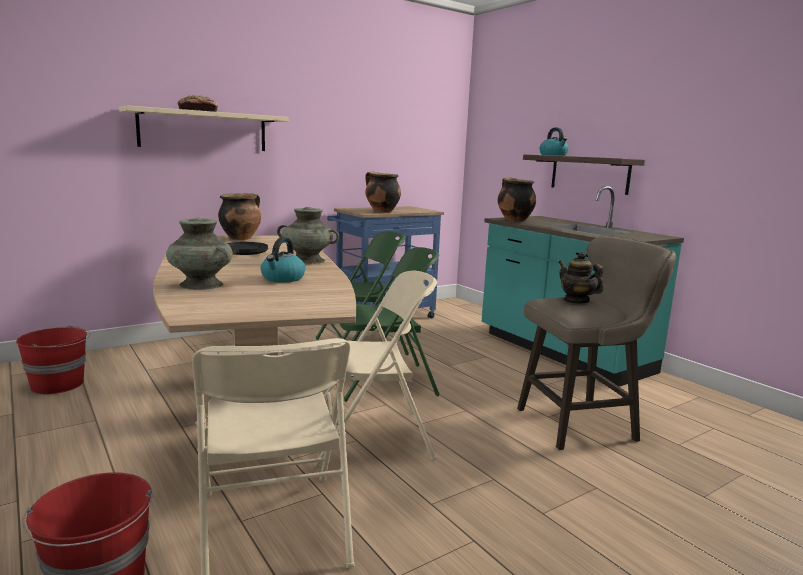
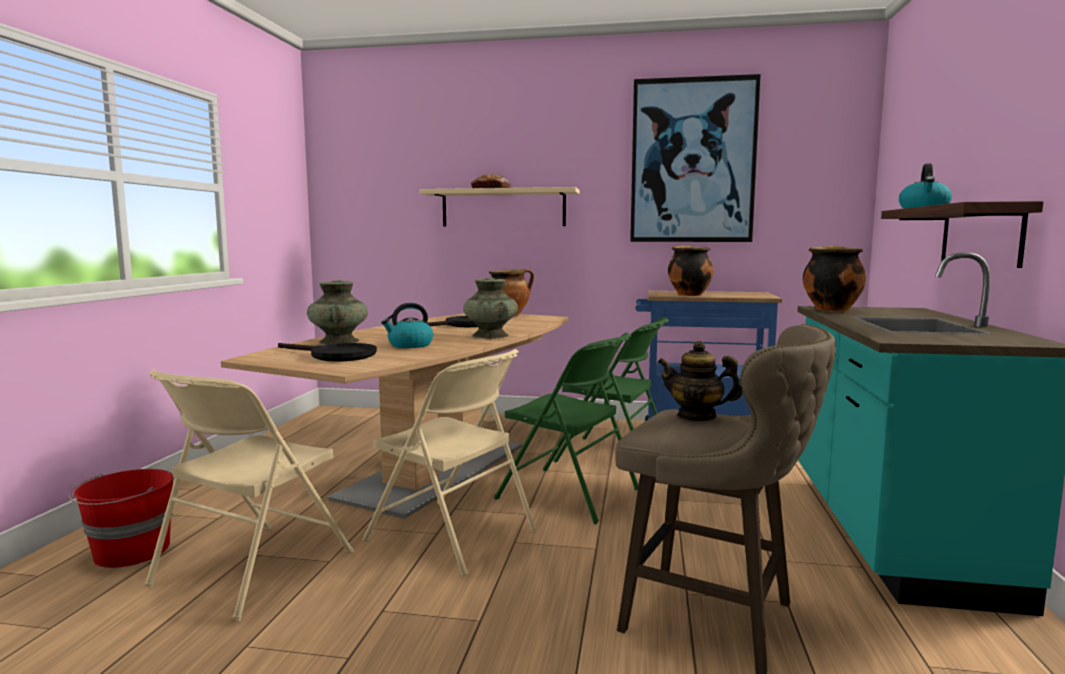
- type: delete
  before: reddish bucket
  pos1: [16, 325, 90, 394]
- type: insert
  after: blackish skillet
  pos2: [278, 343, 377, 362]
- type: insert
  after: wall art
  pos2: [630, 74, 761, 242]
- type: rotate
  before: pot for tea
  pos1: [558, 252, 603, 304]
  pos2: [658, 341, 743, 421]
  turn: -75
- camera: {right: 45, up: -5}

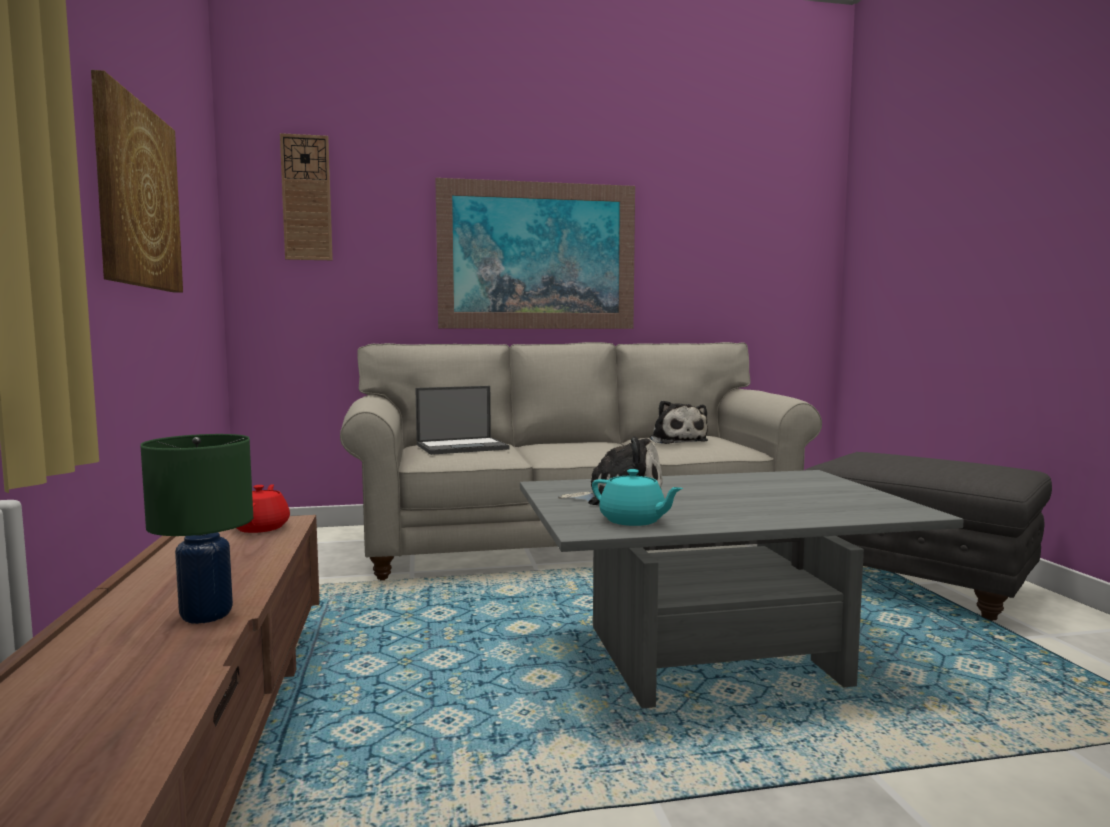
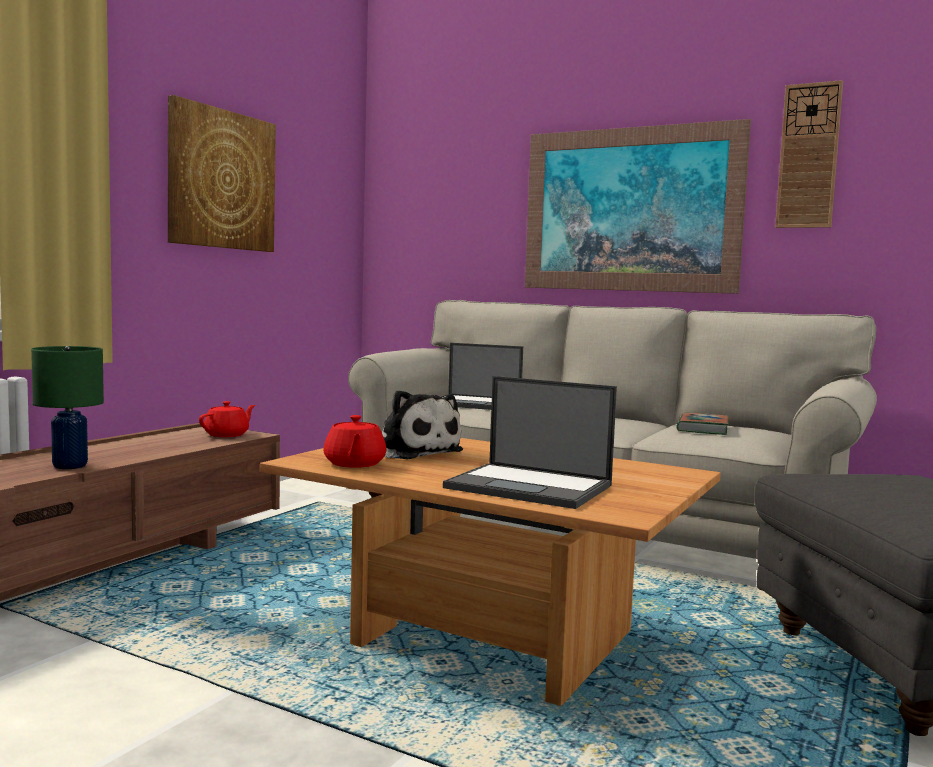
- type: insert
  after: notebook computer
  pos2: [443, 376, 617, 509]
- type: move
  before: wall clock
  pos1: [280, 133, 333, 260]
  pos2: [775, 80, 843, 228]
- type: replace
  before: cuddly toy
  after: bound book
  pos1: [650, 400, 708, 444]
  pos2: [676, 413, 729, 435]
- type: recolor
  before: greyish lounge table
  after: brown-coloured lounge table
  pos1: [520, 470, 964, 709]
  pos2: [260, 438, 721, 706]
- type: recolor
  before: turquoise-coloured pot for tea
  after: reddish pot for tea
  pos1: [592, 469, 683, 526]
  pos2: [323, 415, 386, 468]
- camera: {right: 40, up: 0}

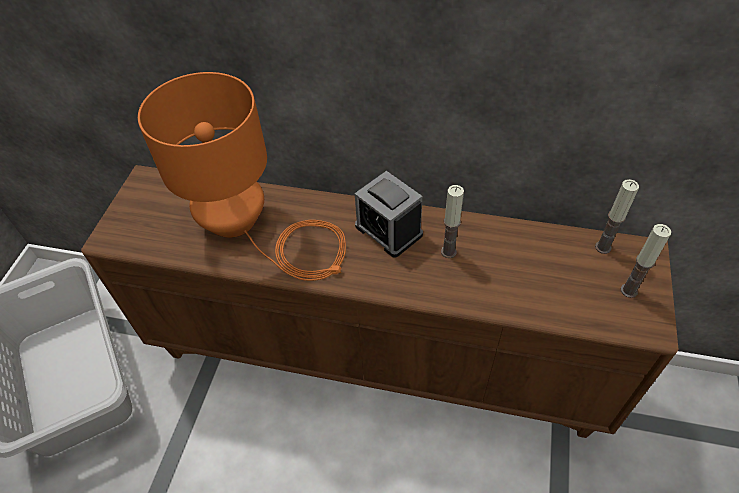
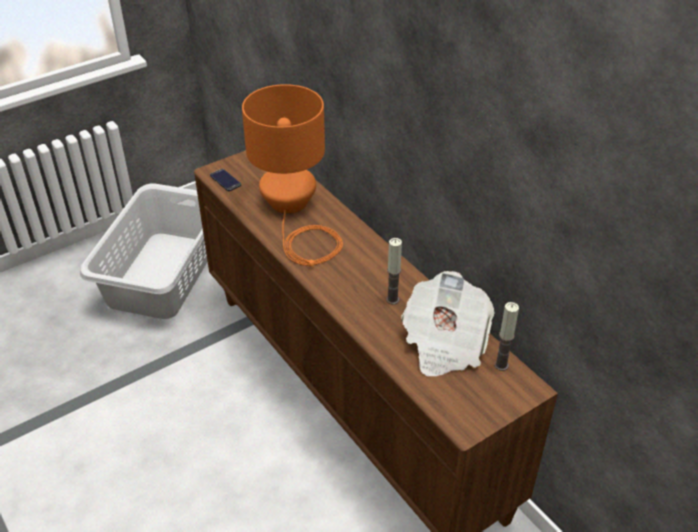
- type: delete
  before: table clock
  pos1: [355, 171, 423, 258]
- type: delete
  before: wax light
  pos1: [621, 224, 671, 298]
- type: insert
  after: handset
  pos2: [210, 169, 241, 191]
- type: insert
  after: daily paper
  pos2: [401, 271, 495, 377]
- camera: {right: 40, up: -10}

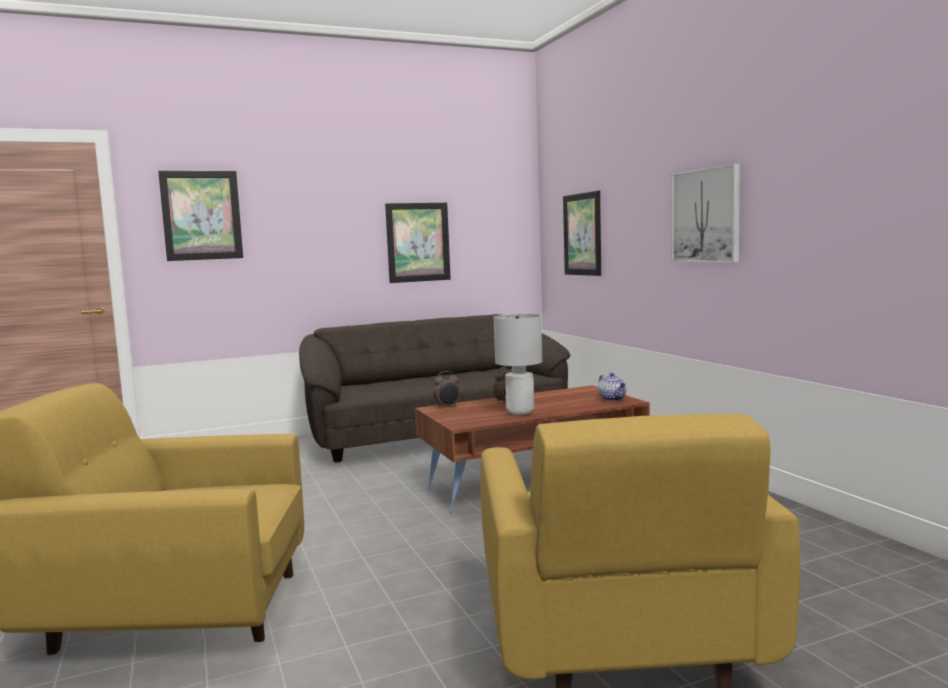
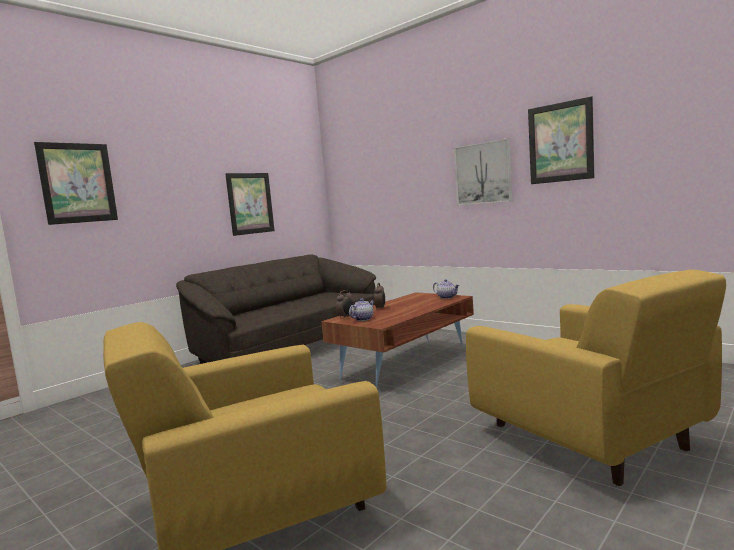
- type: delete
  before: greyish table lamp
  pos1: [494, 314, 542, 415]
- type: insert
  after: pot for tea
  pos2: [349, 298, 374, 321]
- type: move
  before: wall art
  pos1: [563, 190, 601, 276]
  pos2: [528, 96, 594, 184]
- camera: {right: -25, up: 0}

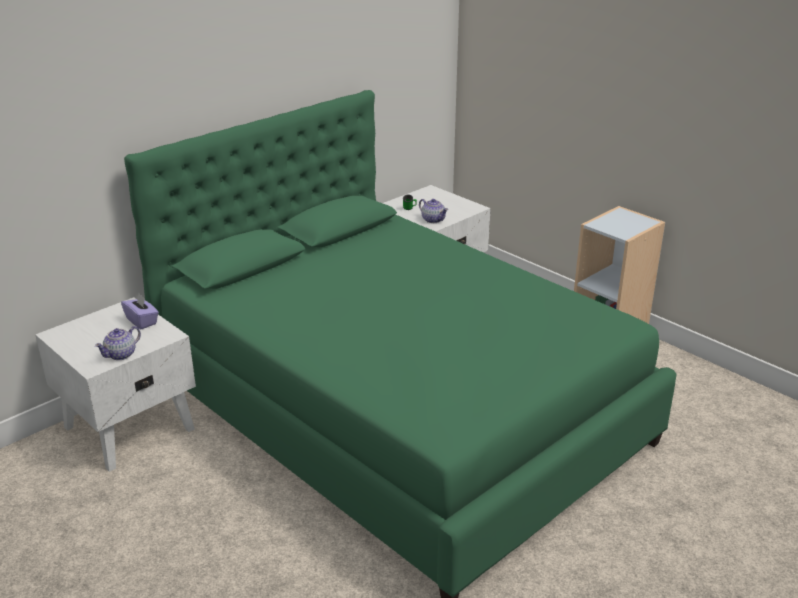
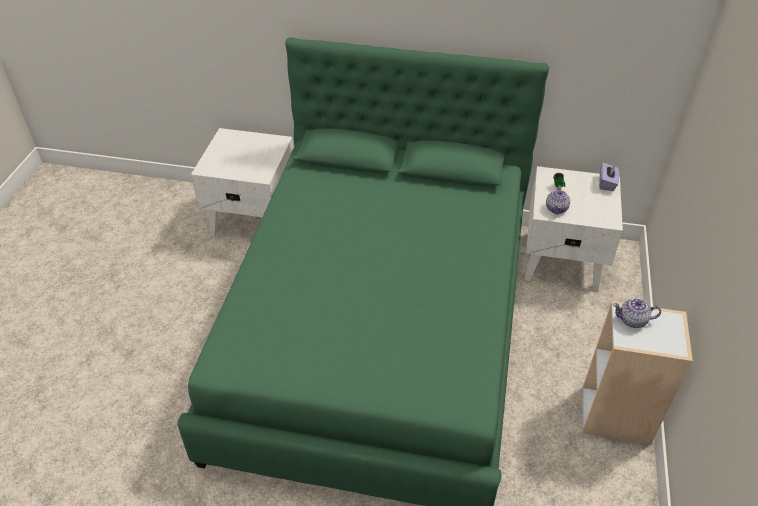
- type: move
  before: pot for tea
  pos1: [95, 326, 141, 360]
  pos2: [613, 298, 661, 328]
- type: move
  before: purple-coloured tissue box
  pos1: [121, 293, 159, 329]
  pos2: [599, 162, 619, 191]
- camera: {right: 55, up: 15}

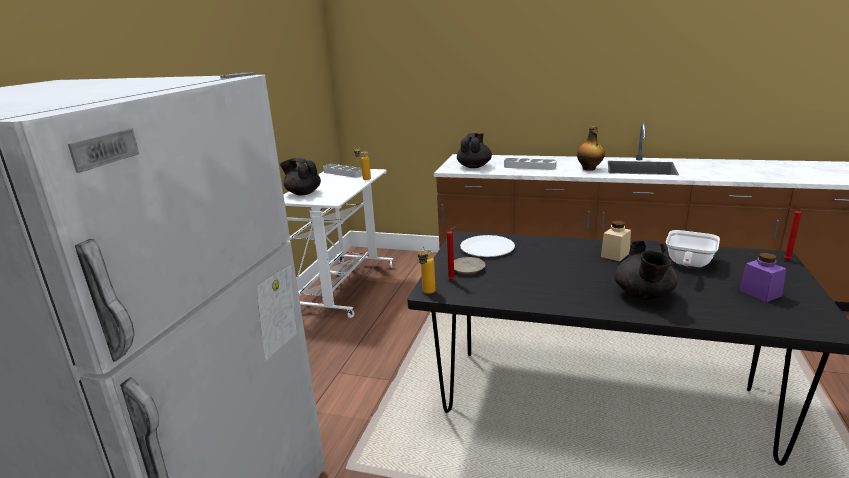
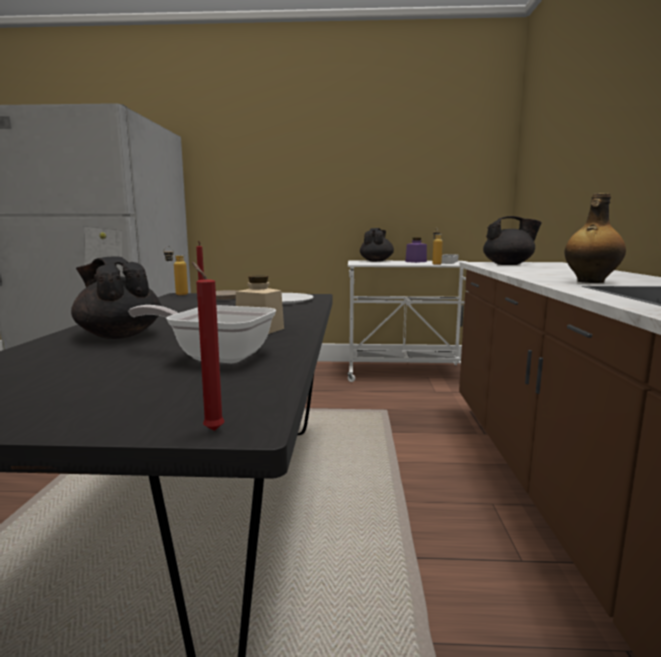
- type: delete
  before: greyish serving tray
  pos1: [504, 158, 557, 170]
- type: move
  before: purple-coloured jar
  pos1: [739, 253, 786, 302]
  pos2: [405, 238, 427, 263]
- type: rotate
  before: blackish pot for tea
  pos1: [614, 240, 677, 300]
  pos2: [71, 256, 161, 339]
  turn: 45
- camera: {right: 75, up: -10}

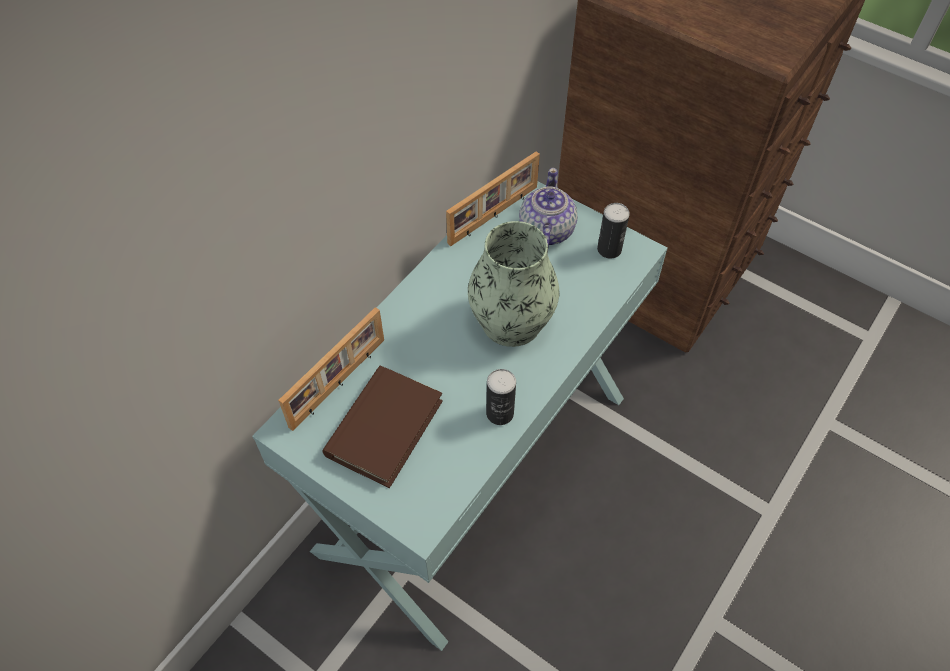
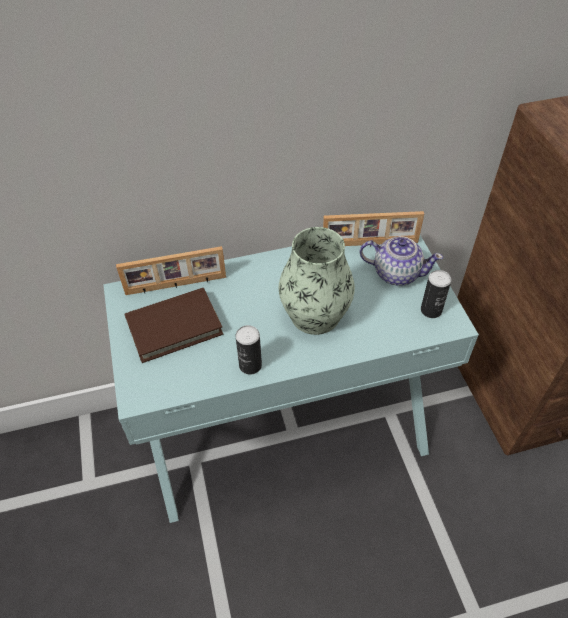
- type: rotate
  before: pot for tea
  pos1: [519, 168, 577, 253]
  pos2: [360, 236, 443, 286]
  turn: 60
- camera: {right: 40, up: -5}

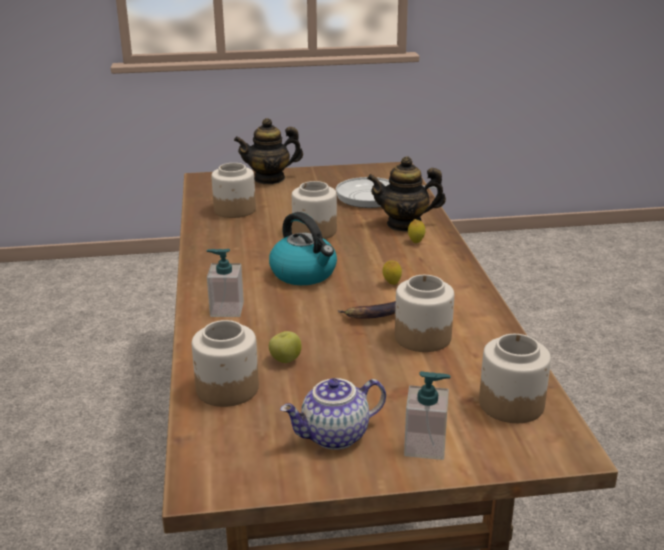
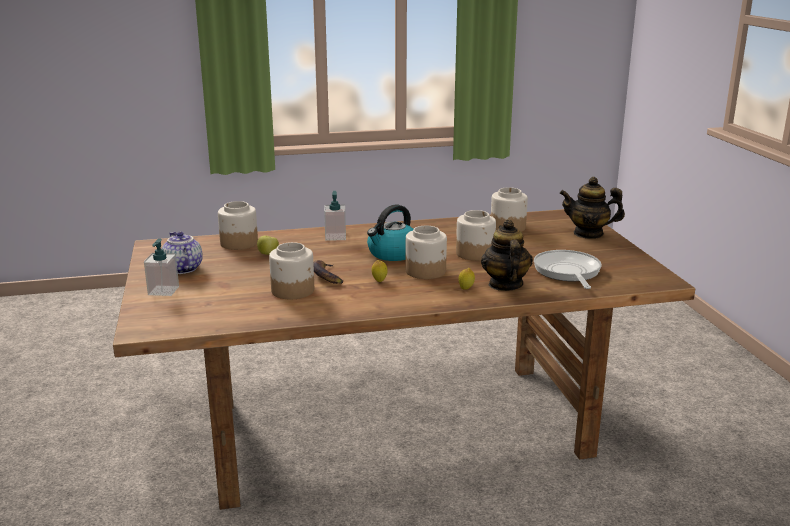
- type: move
  before: jar
  pos1: [479, 334, 551, 423]
  pos2: [405, 226, 447, 279]
- type: rotate
  before: pot for tea
  pos1: [234, 118, 303, 184]
  pos2: [559, 177, 625, 239]
  turn: -60
- camera: {right: 85, up: -5}

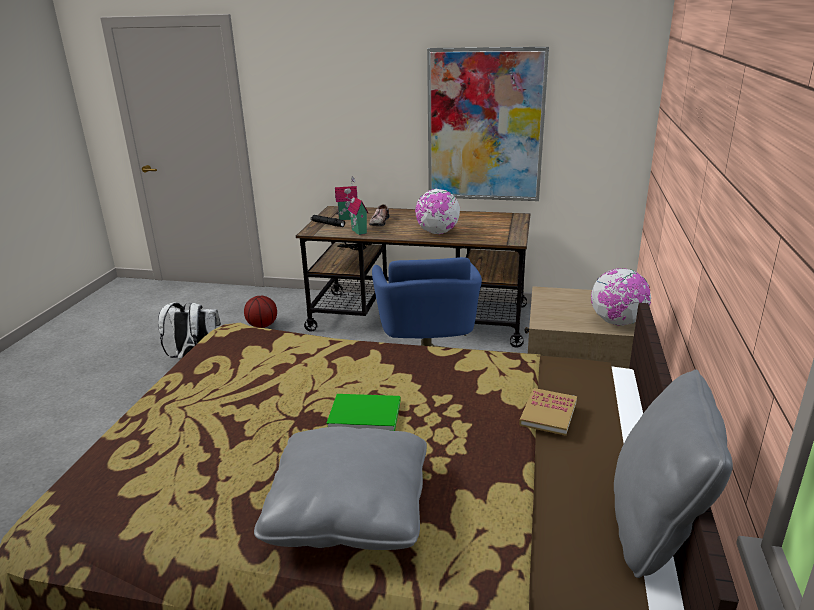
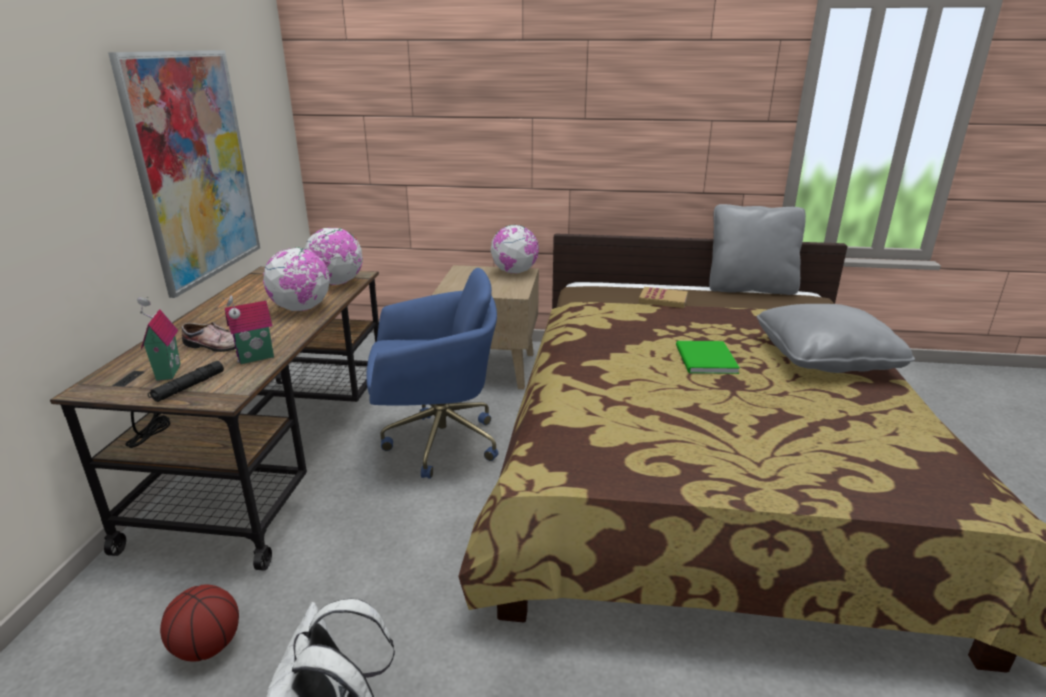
- type: insert
  after: desk globe
  pos2: [305, 228, 363, 285]
- camera: {right: -95, up: 0}

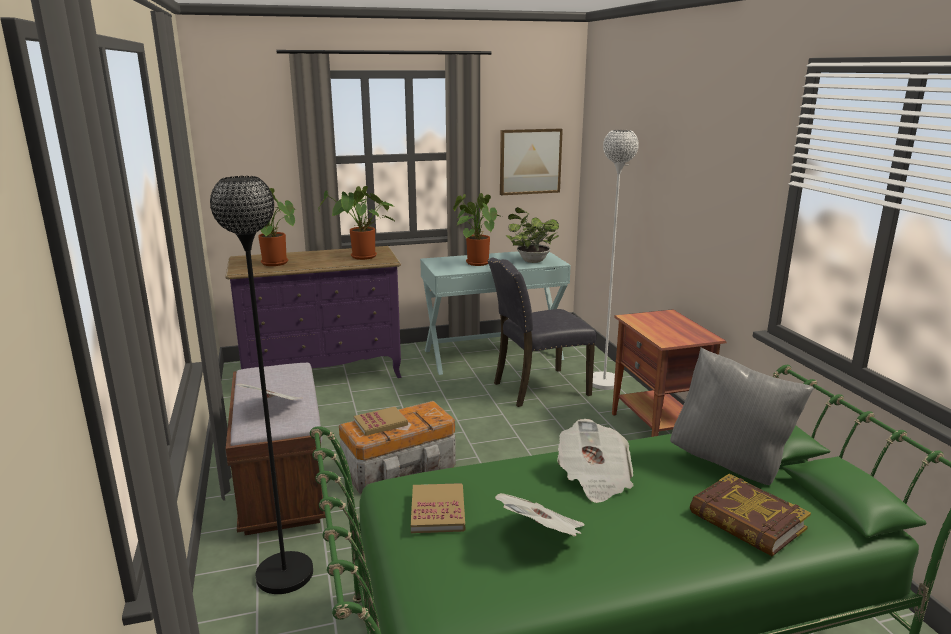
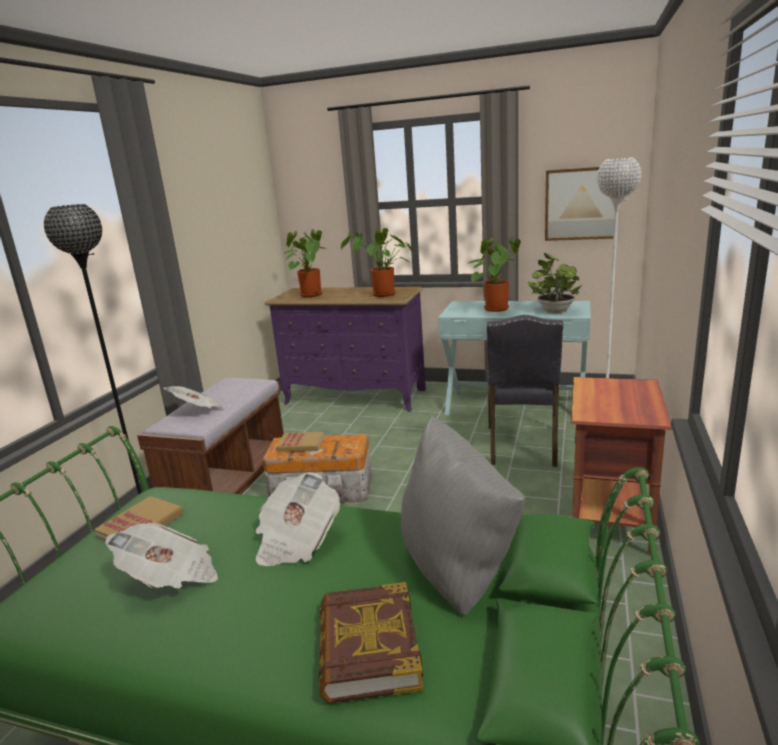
- type: rotate
  before: greyish upright chair
  pos1: [487, 257, 597, 407]
  pos2: [487, 315, 563, 467]
  turn: -90
- camera: {right: 35, up: 0}

